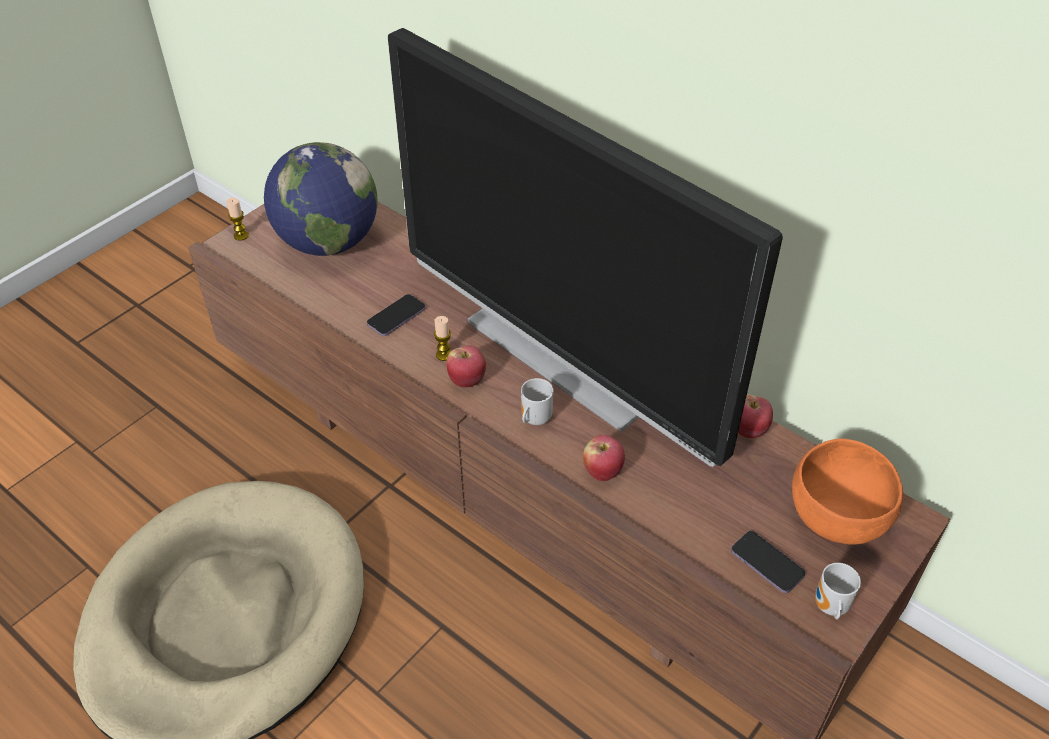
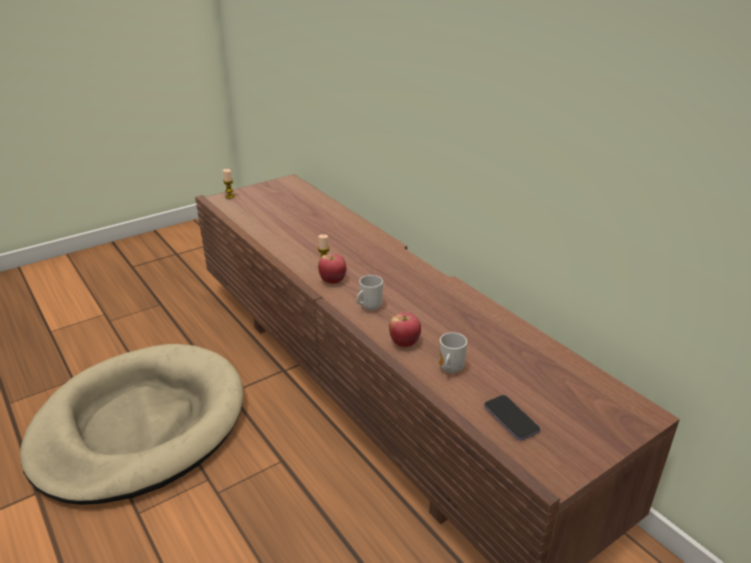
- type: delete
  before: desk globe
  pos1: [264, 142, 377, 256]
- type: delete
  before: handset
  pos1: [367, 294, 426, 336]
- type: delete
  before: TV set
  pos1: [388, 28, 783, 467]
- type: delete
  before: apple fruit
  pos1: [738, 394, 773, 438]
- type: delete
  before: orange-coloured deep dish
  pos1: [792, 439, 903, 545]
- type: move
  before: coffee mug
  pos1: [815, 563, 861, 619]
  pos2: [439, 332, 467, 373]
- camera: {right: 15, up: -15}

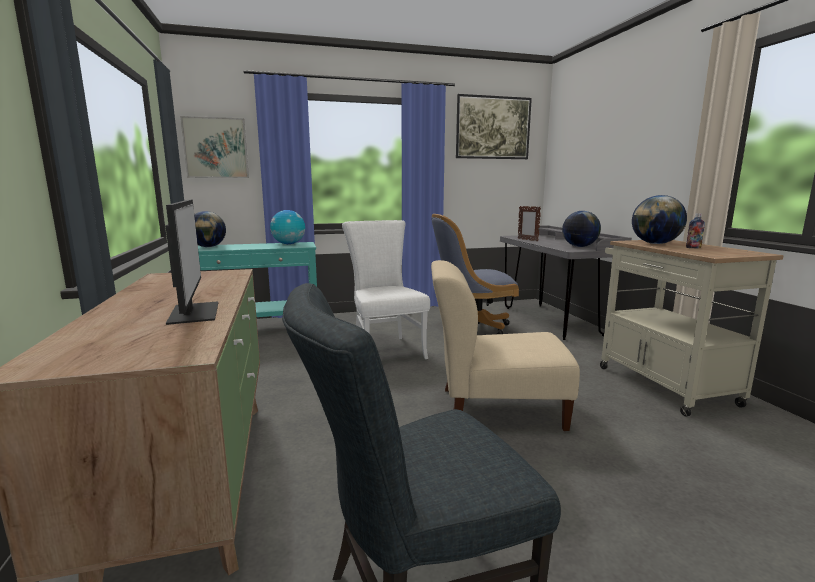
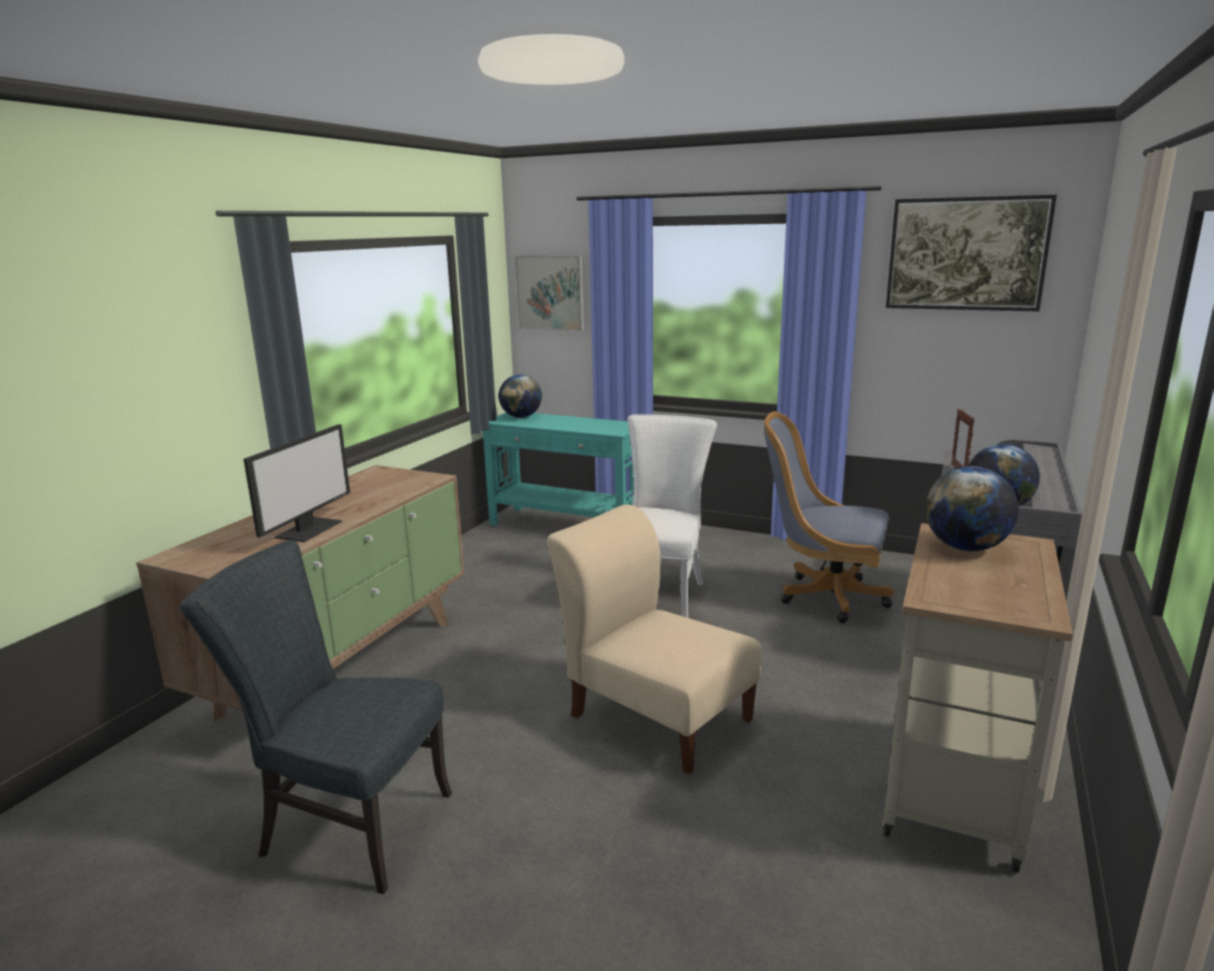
- type: delete
  before: desk globe
  pos1: [270, 210, 305, 244]
- type: delete
  before: beverage bottle
  pos1: [686, 213, 705, 248]
- camera: {right: 40, up: 5}

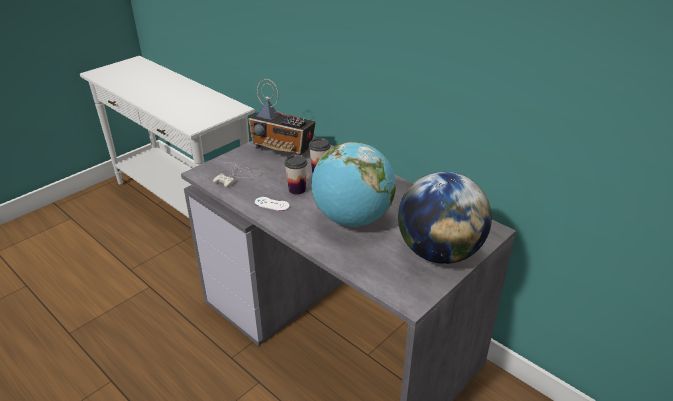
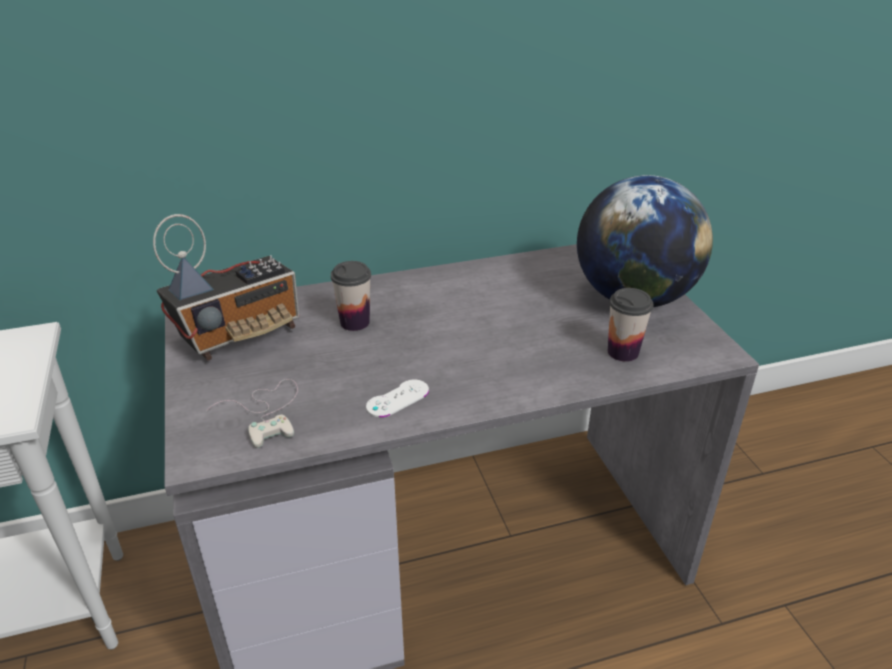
- type: delete
  before: desk globe
  pos1: [311, 142, 396, 227]
- type: move
  before: drinking cup
  pos1: [284, 155, 308, 195]
  pos2: [608, 288, 653, 362]
- camera: {right: -60, up: 0}

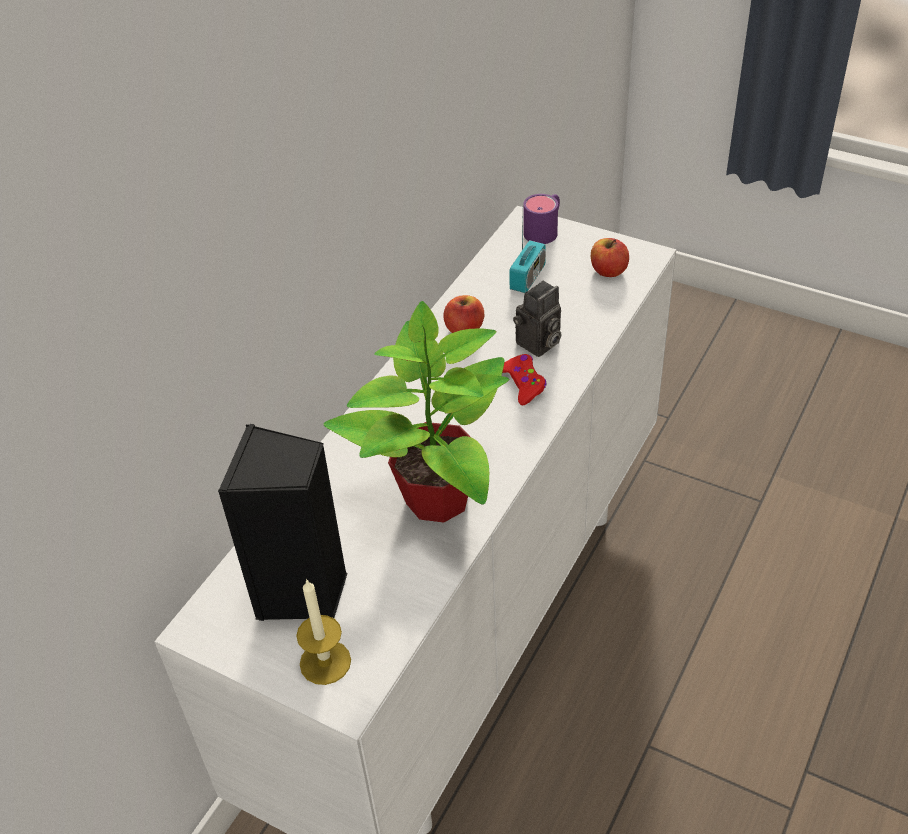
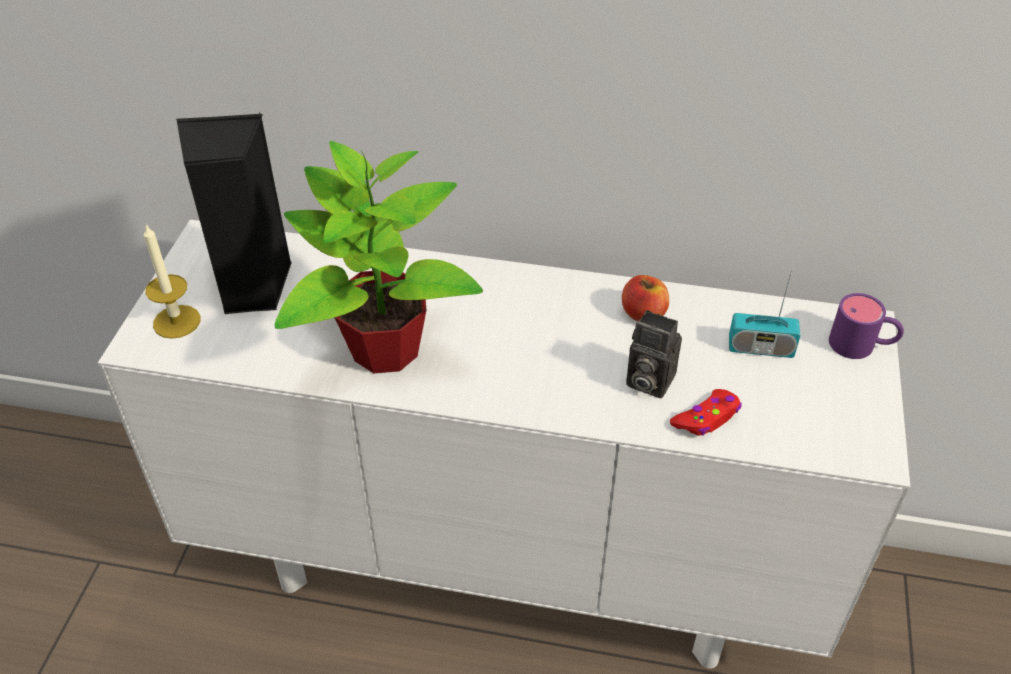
- type: delete
  before: apple fruit
  pos1: [591, 238, 629, 277]
- type: move
  before: reddish joypad
  pos1: [502, 354, 547, 405]
  pos2: [670, 389, 742, 436]
- camera: {right: 70, up: 0}

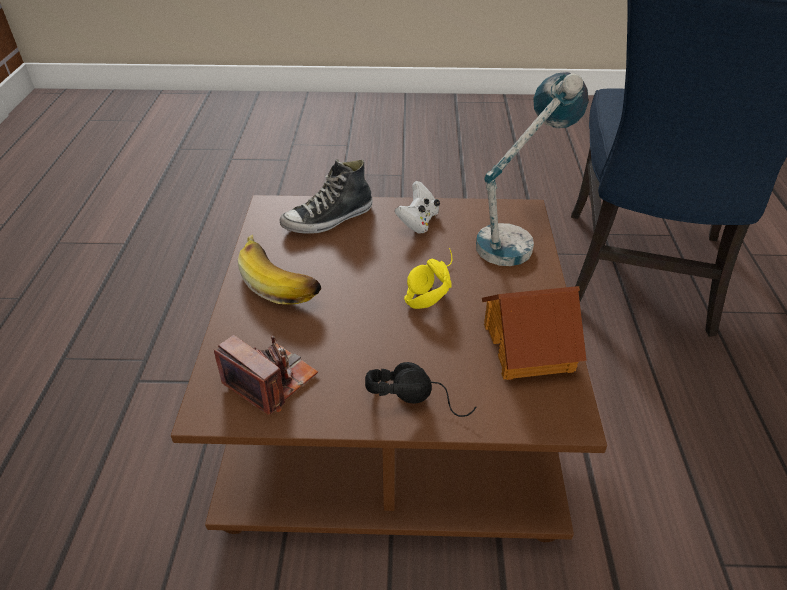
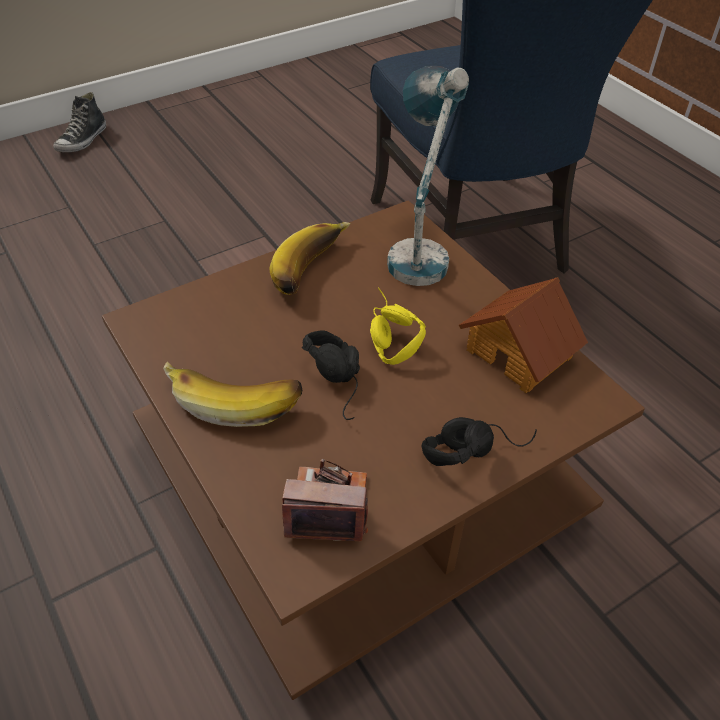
- type: insert
  after: blackish headphones
  pos2: [302, 330, 360, 420]
- type: move
  before: low shoe
  pos1: [279, 159, 373, 234]
  pos2: [53, 92, 106, 153]
- type: replace
  before: whitish joypad
  after: banana fruit
  pos1: [395, 181, 440, 234]
  pos2: [270, 222, 351, 295]
- camera: {right: -35, up: 5}

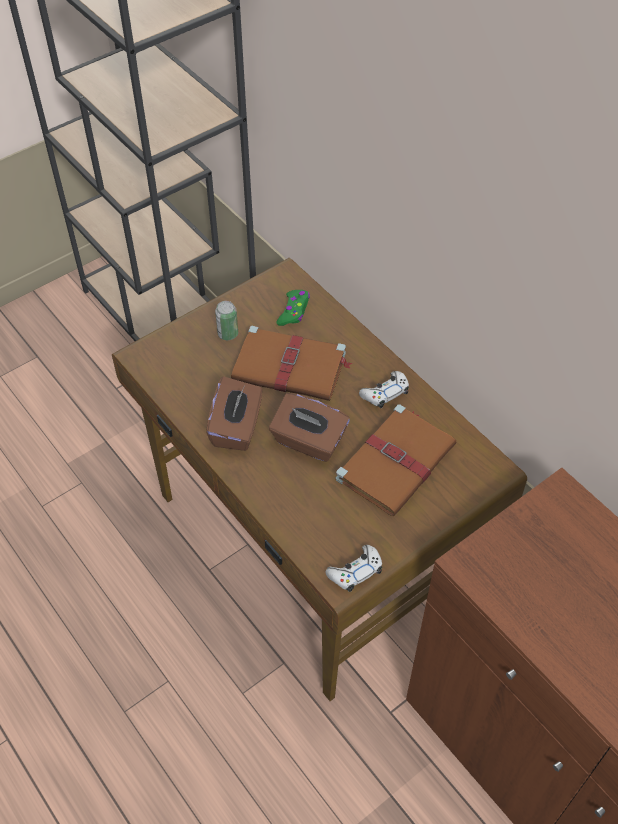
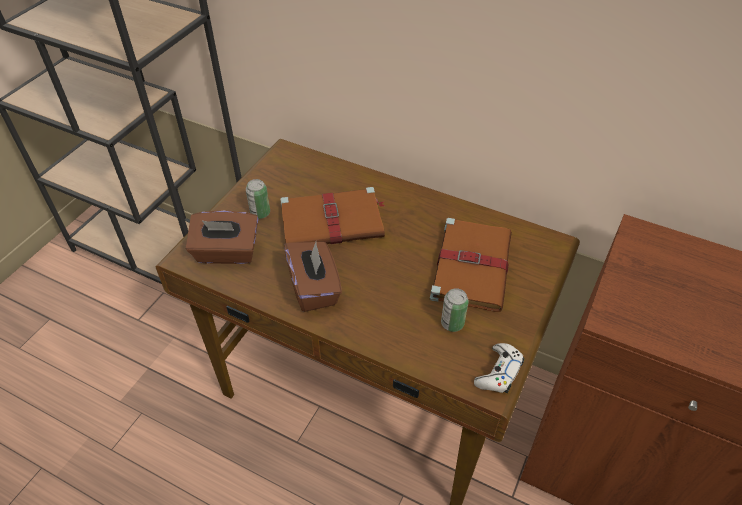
- type: delete
  before: green-coloured joypad
  pos1: [277, 290, 310, 326]
- type: delete
  before: whitish joypad
  pos1: [359, 371, 409, 408]
- type: insert
  after: sealed can
  pos2: [441, 288, 469, 332]
- type: move
  before: brown-coloured tissue box
  pos1: [269, 393, 350, 462]
  pos2: [186, 210, 258, 264]
- camera: {right: -25, up: -5}

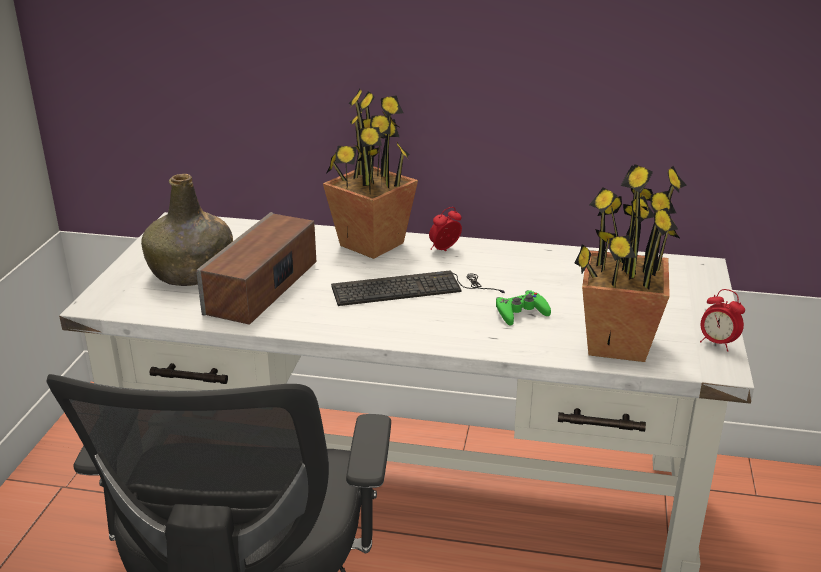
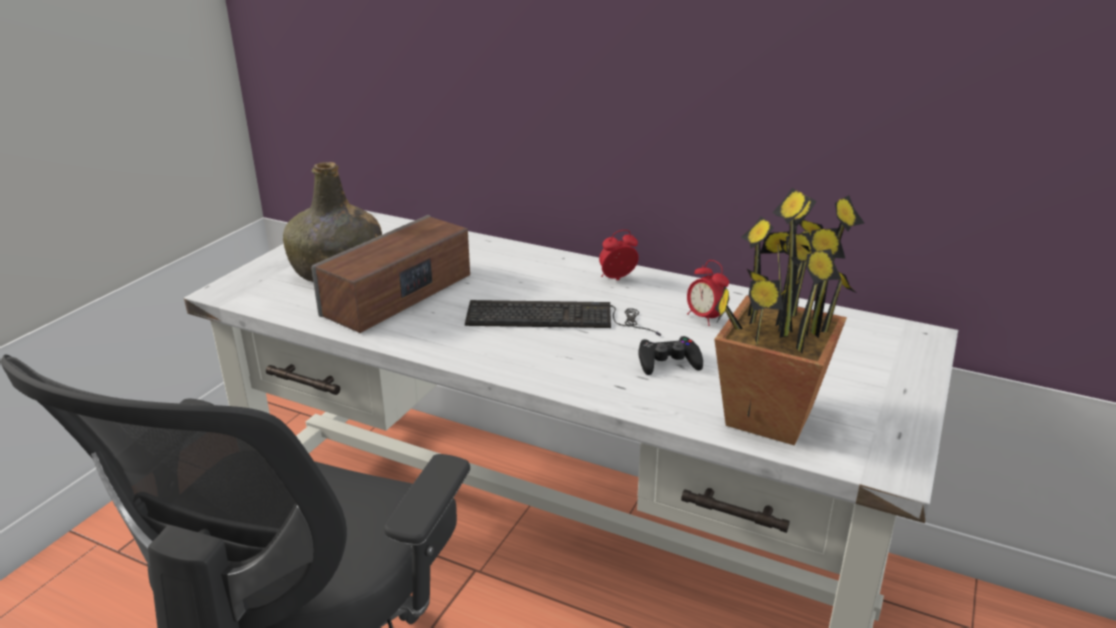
- type: delete
  before: potted plant
  pos1: [323, 88, 418, 259]
- type: move
  before: table clock
  pos1: [700, 289, 745, 352]
  pos2: [687, 260, 729, 326]
- type: recolor
  before: green-coloured joypad
  after: blackish joypad
  pos1: [496, 290, 551, 325]
  pos2: [638, 336, 703, 375]
- camera: {right: 15, up: 0}

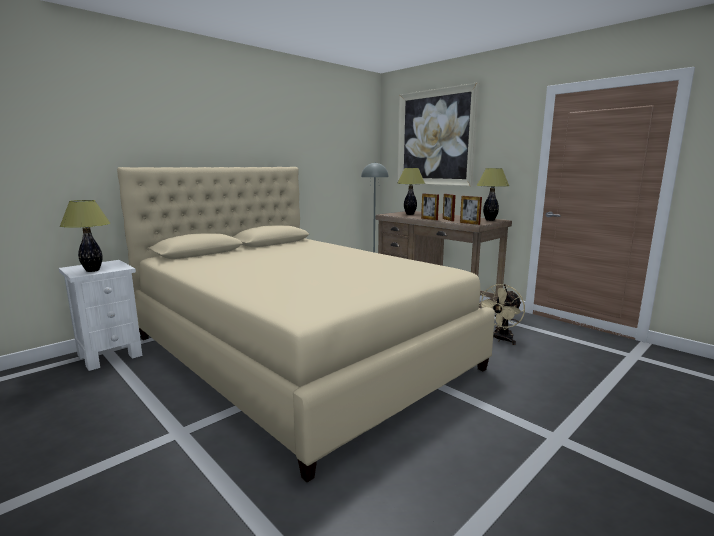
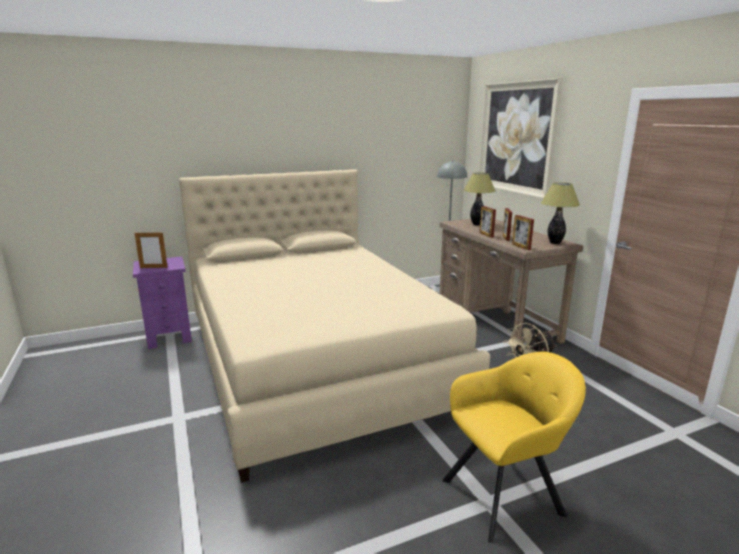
- type: insert
  after: yellow-coloured lounge chair
  pos2: [442, 351, 586, 543]
- type: replace
  before: table lamp
  after: standing frame
  pos1: [60, 200, 110, 272]
  pos2: [134, 232, 168, 268]
- type: recolor
  before: whitish bedside table
  after: purple-coloured bedside table
  pos1: [59, 260, 142, 371]
  pos2: [133, 256, 192, 349]
- camera: {right: 20, up: 5}

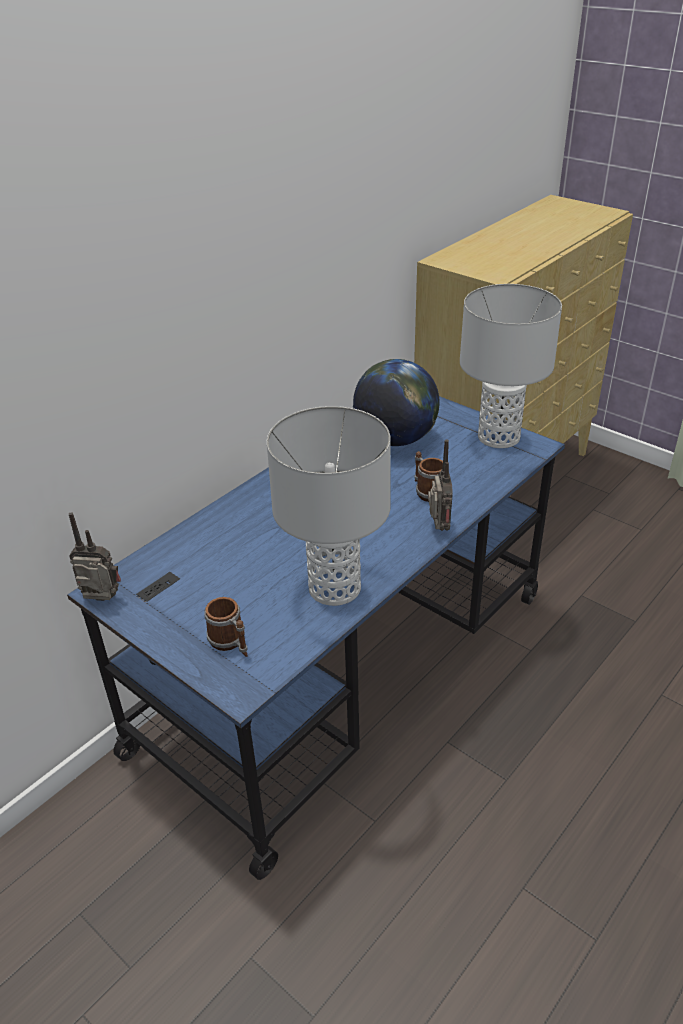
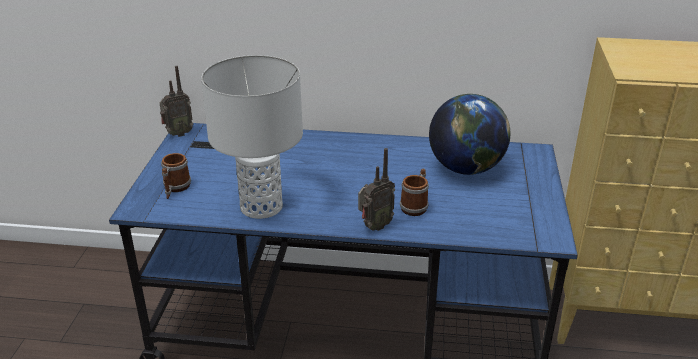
- type: delete
  before: whitish table lamp
  pos1: [460, 284, 562, 448]
- type: rotate
  before: radio set
  pos1: [69, 512, 121, 601]
  pos2: [160, 66, 193, 137]
  turn: 90
- camera: {right: 55, up: -5}

